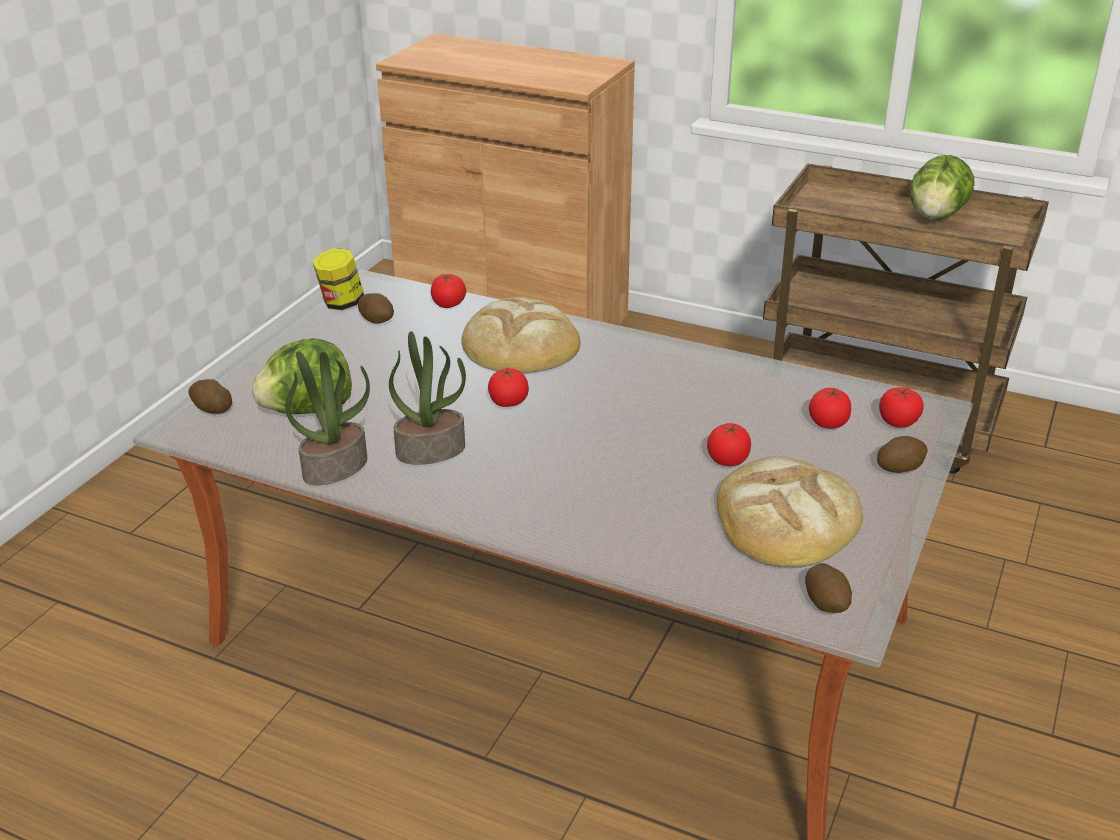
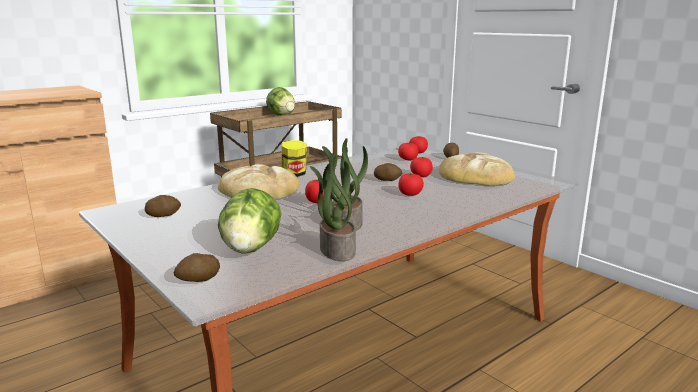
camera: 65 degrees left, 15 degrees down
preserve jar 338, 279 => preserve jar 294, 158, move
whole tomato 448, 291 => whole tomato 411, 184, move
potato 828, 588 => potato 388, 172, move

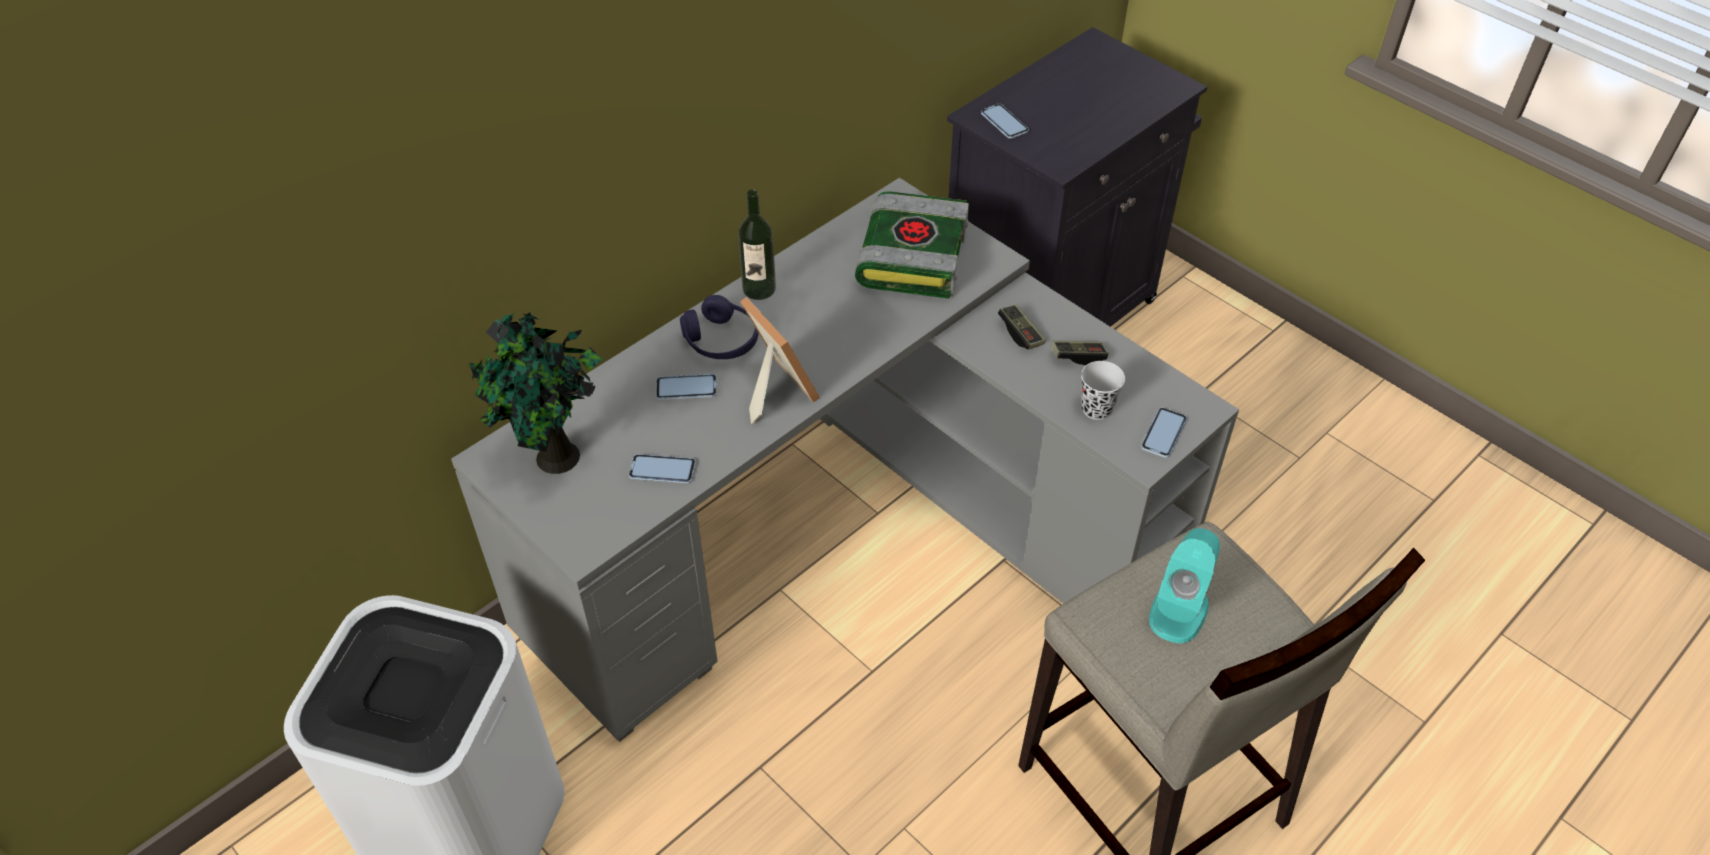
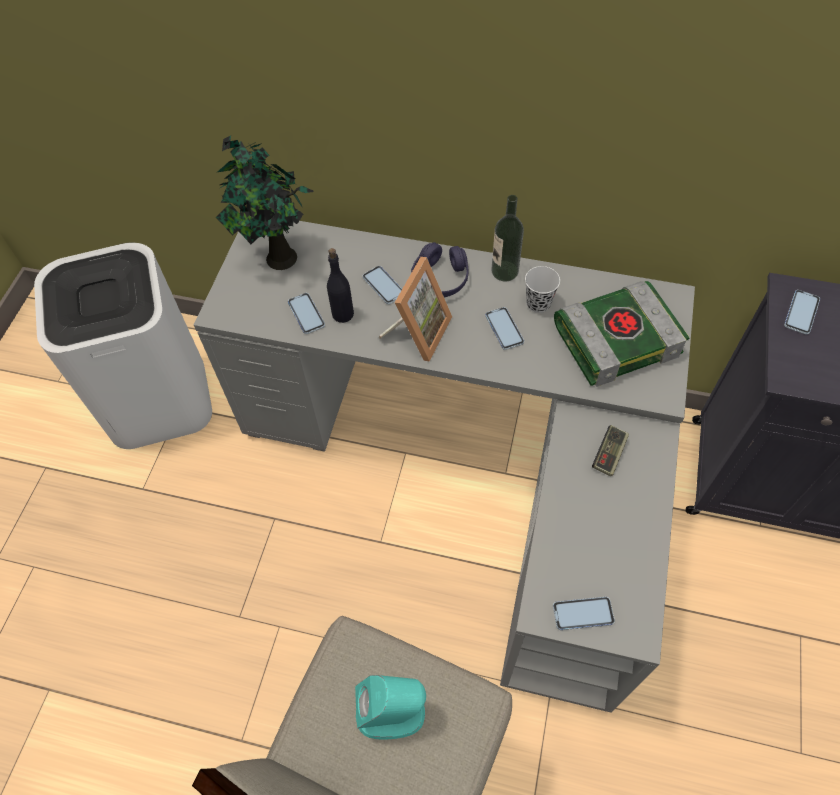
camera: 60 degrees right, 10 degrees up
game controller 1079, 353 => nothing
black-coloured drinking cup 1103, 390 => black-coloured drinking cup 542, 289, move
nothing => black-coloured beverage bottle 340, 285
nothing => phone 504, 328

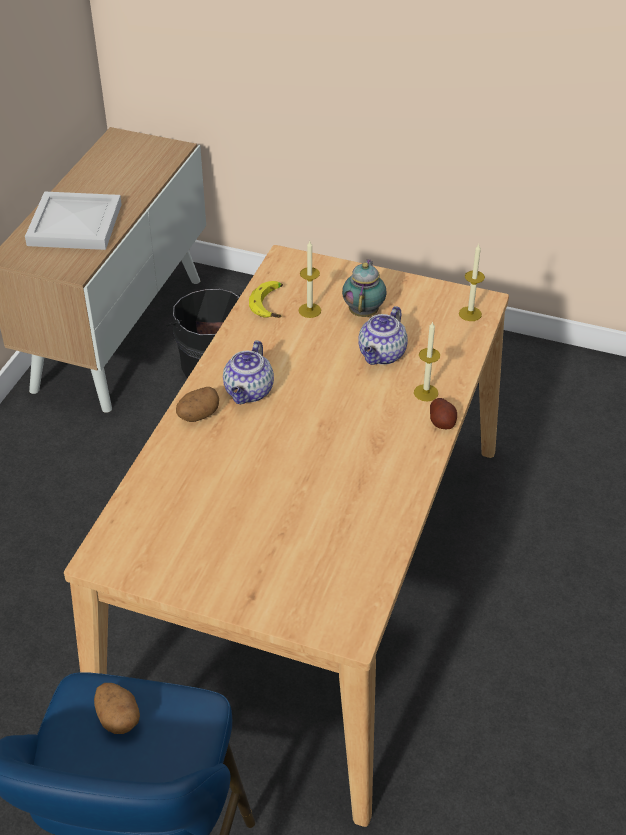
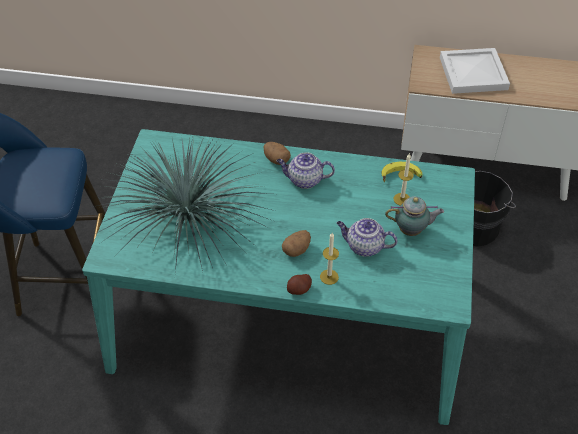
camera: 80 degrees right, 5 degrees up
wax candle 472, 282 => nothing
beige-coloured dinner table 286, 536 => blue-green dinner table 278, 277
potato 117, 708 => potato 296, 243, move
nothing => houseplant 183, 203

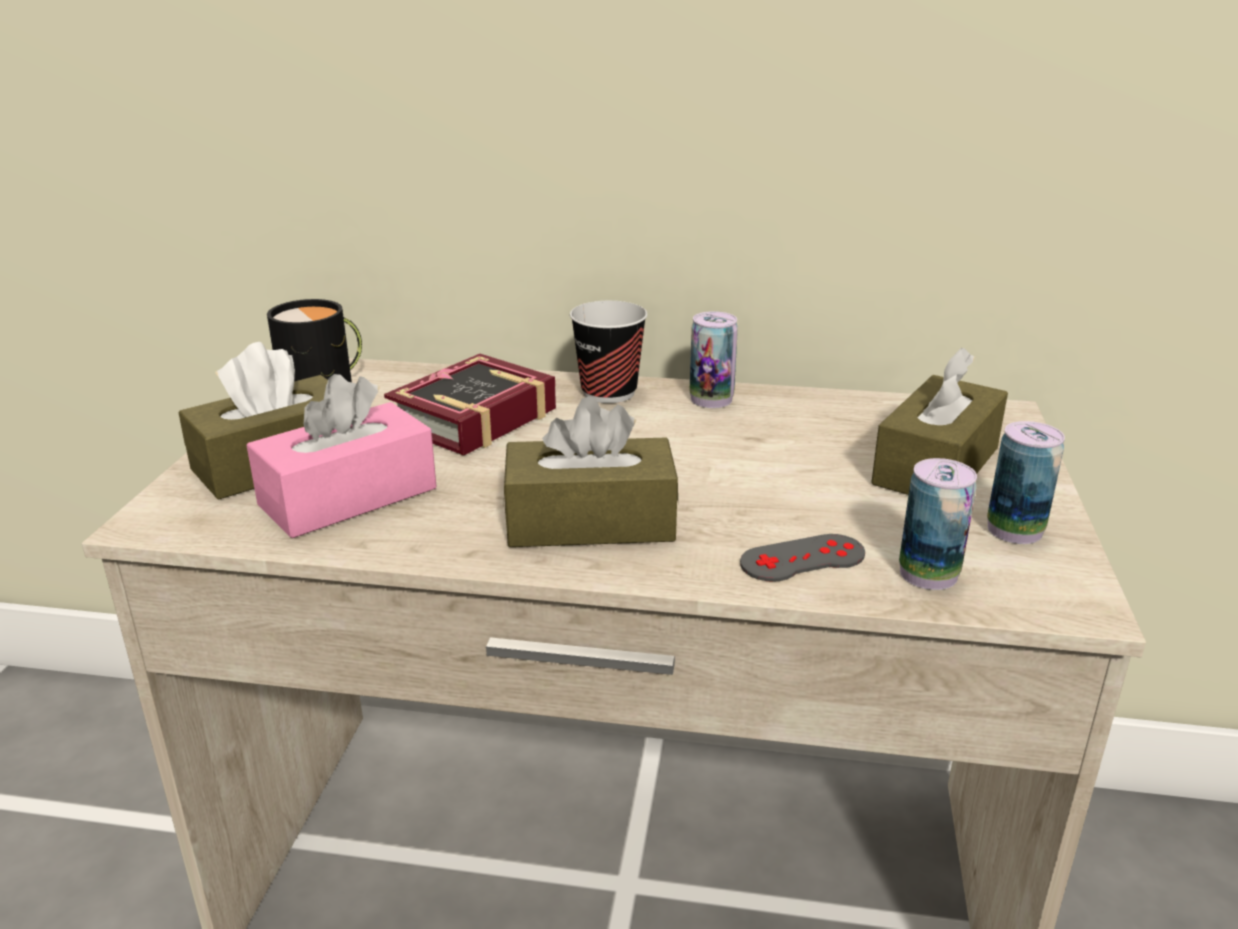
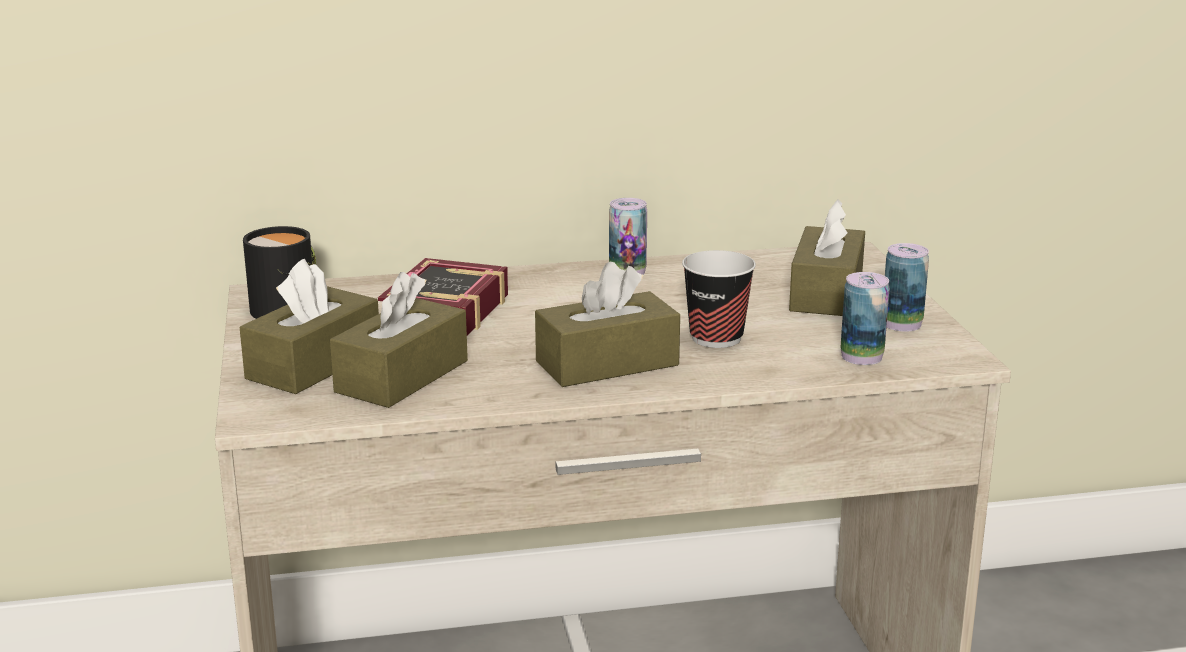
camera: 20 degrees left, 5 degrees down
drinking cup 608, 352 => drinking cup 719, 299, move
pinkish tissue box 342, 456 => brownish tissue box 399, 340
greyish game controller 802, 558 => nothing

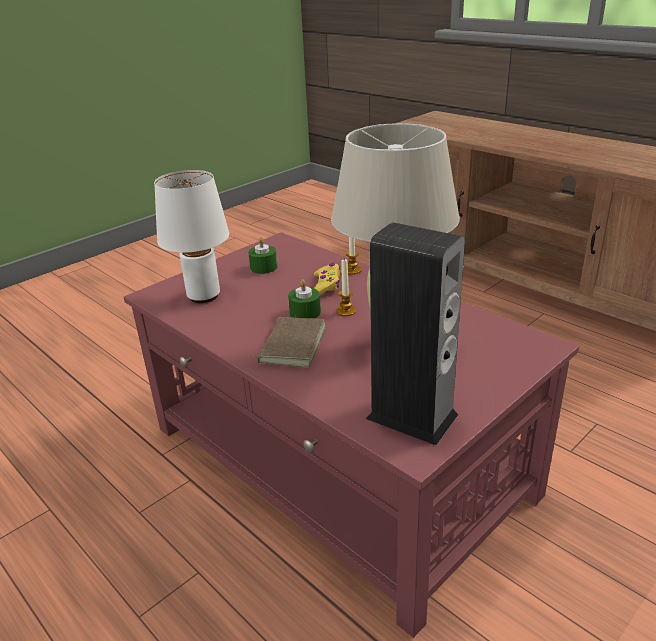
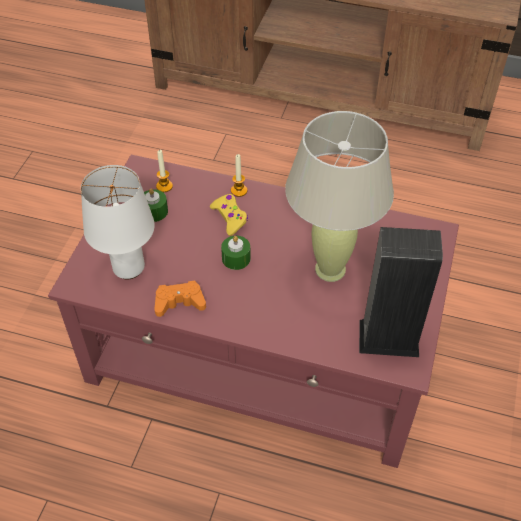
camera: 30 degrees left, 20 degrees up
wax candle 346, 287 => wax candle 164, 171, move
brownish book 283, 342 => nothing
nothing => orangey game controller 180, 299

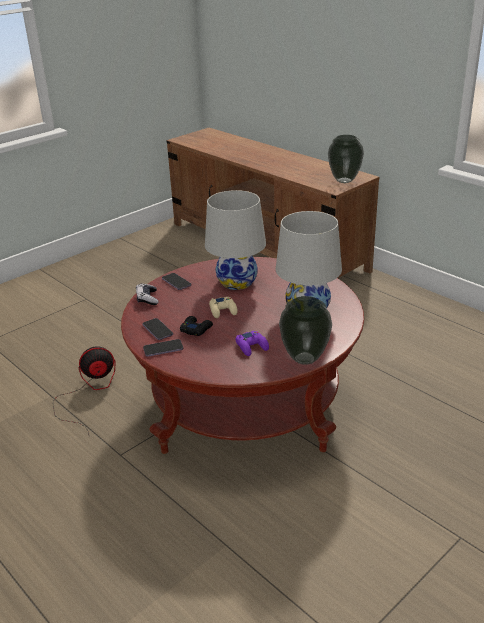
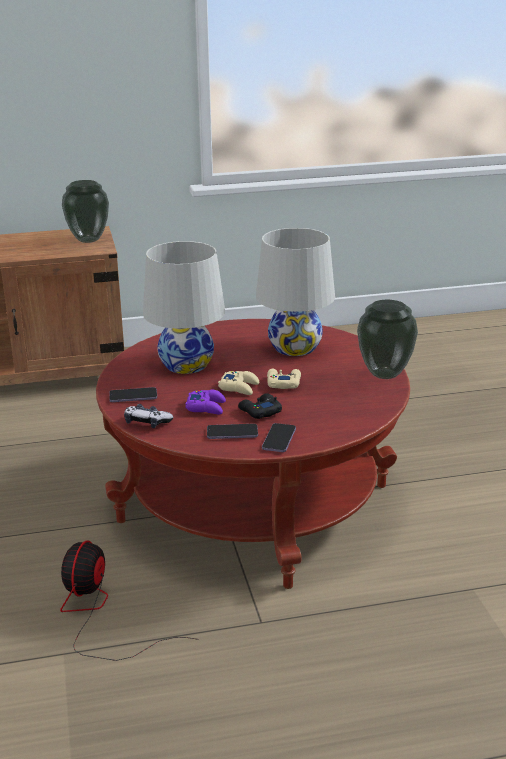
camera: 60 degrees left, 5 degrees down
purplish game controller 252, 343 => purplish game controller 205, 401, move
nothing => beige-coloured game controller 284, 379

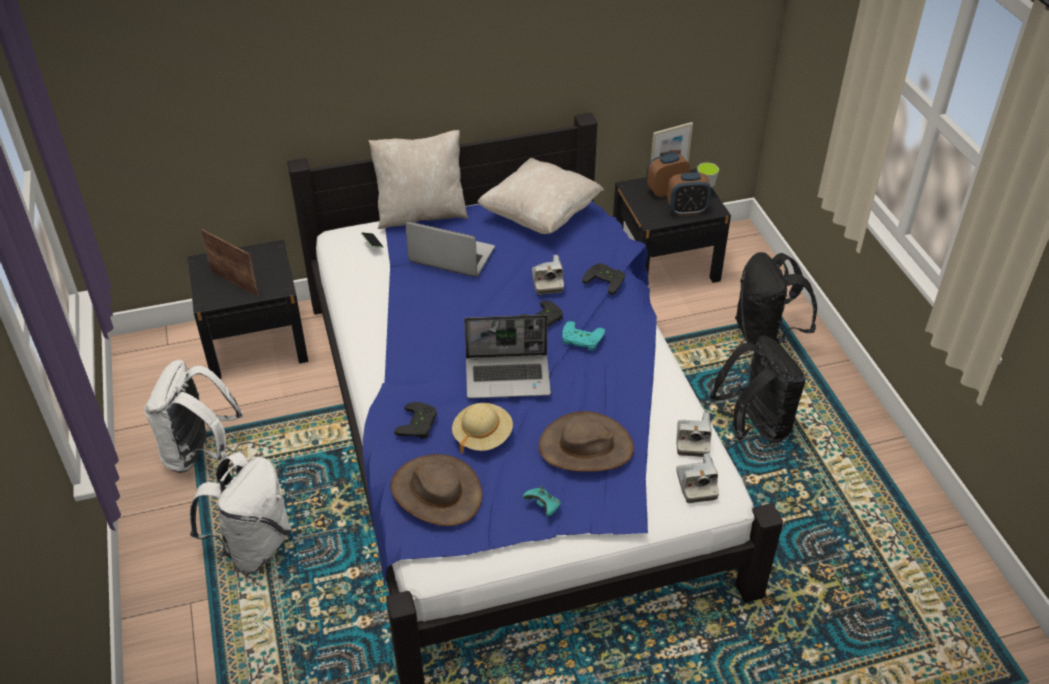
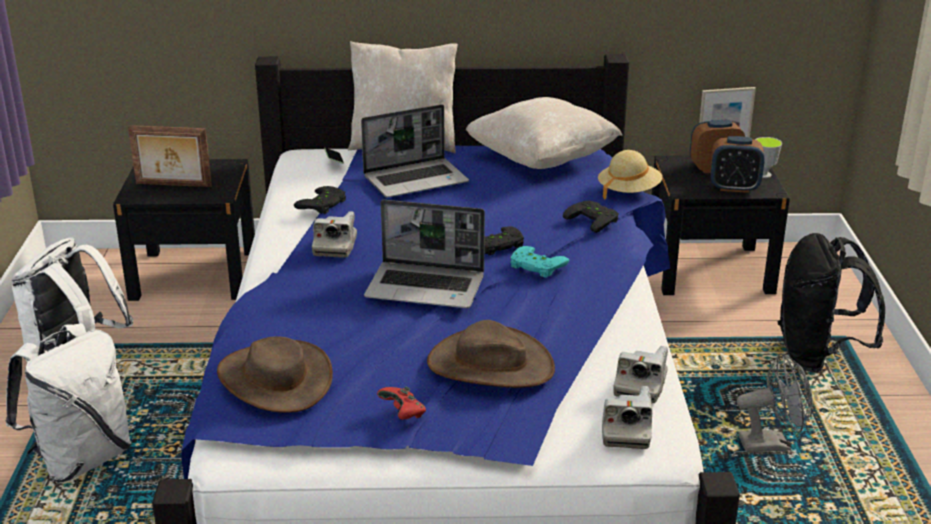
camera: 15 degrees right, 15 degrees down
notebook computer 450, 249 => notebook computer 415, 150, 120 degrees clockwise
photo frame 230, 263 => photo frame 170, 156, 135 degrees clockwise
still camera 548, 275 => still camera 334, 234, move
black-coloured knapsack 758, 389 => greyish cooling fan 775, 402
black-coloured game controller 415, 420 => black-coloured game controller 320, 200, move
beige-coloured hat 482, 428 => beige-coloured hat 630, 174, move
blue-green game controller 542, 501 => red-coloured game controller 401, 403

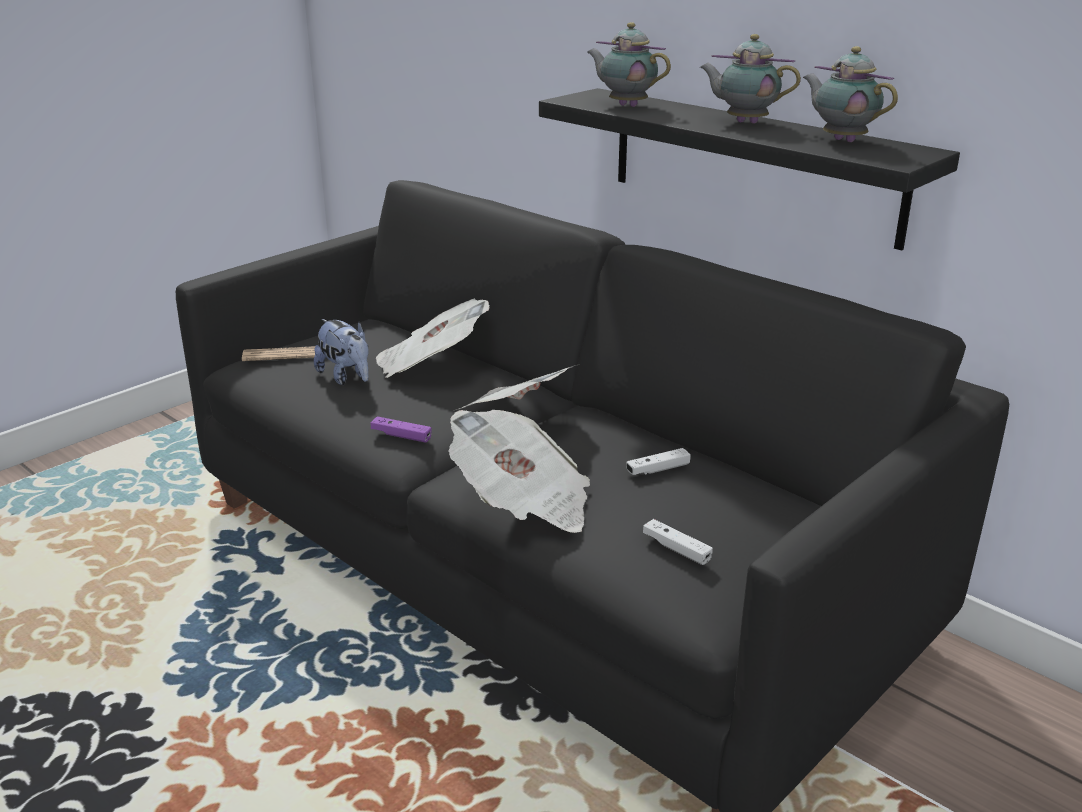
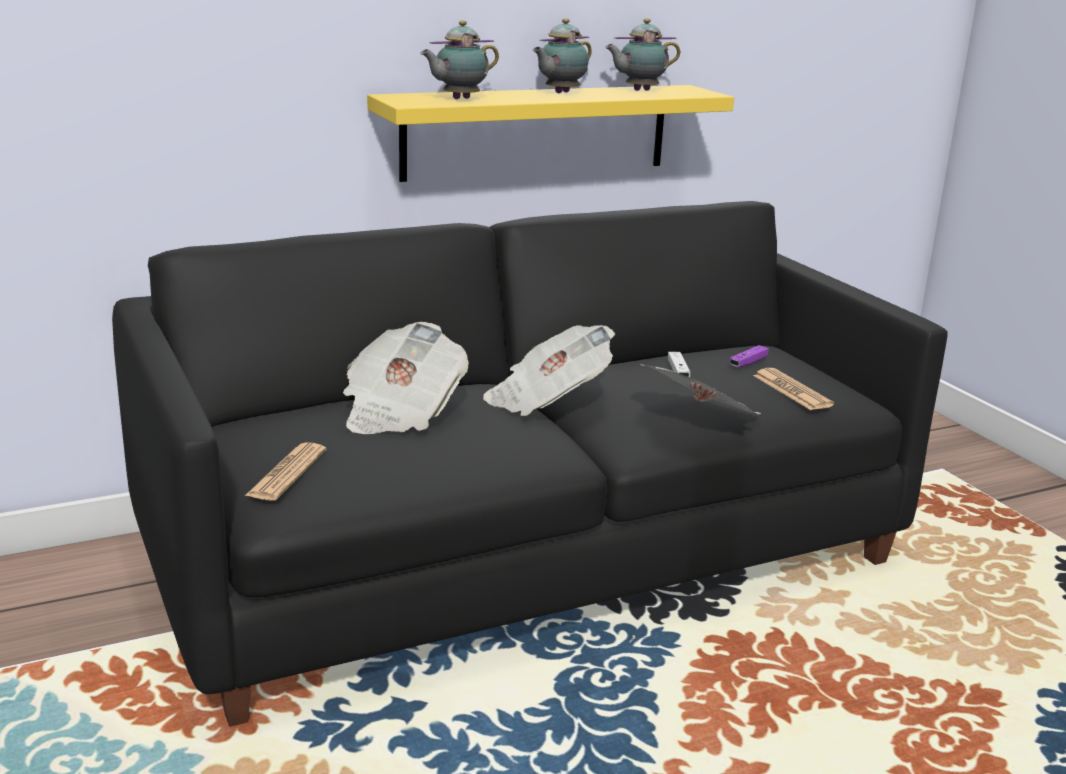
camera: 70 degrees left, 5 degrees down
black-coloured bracket shelf 749, 169 => yellowish bracket shelf 550, 133
soft toy 341, 352 => nothing
purplish game controller 401, 429 => purplish game controller 749, 356, move
whitish game controller 678, 542 => printed paper 793, 389

